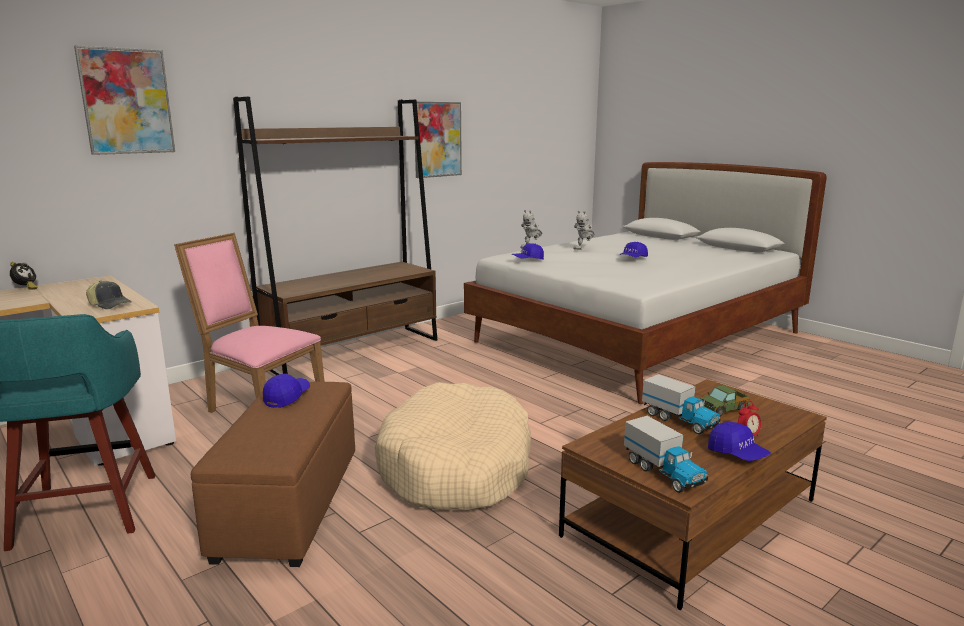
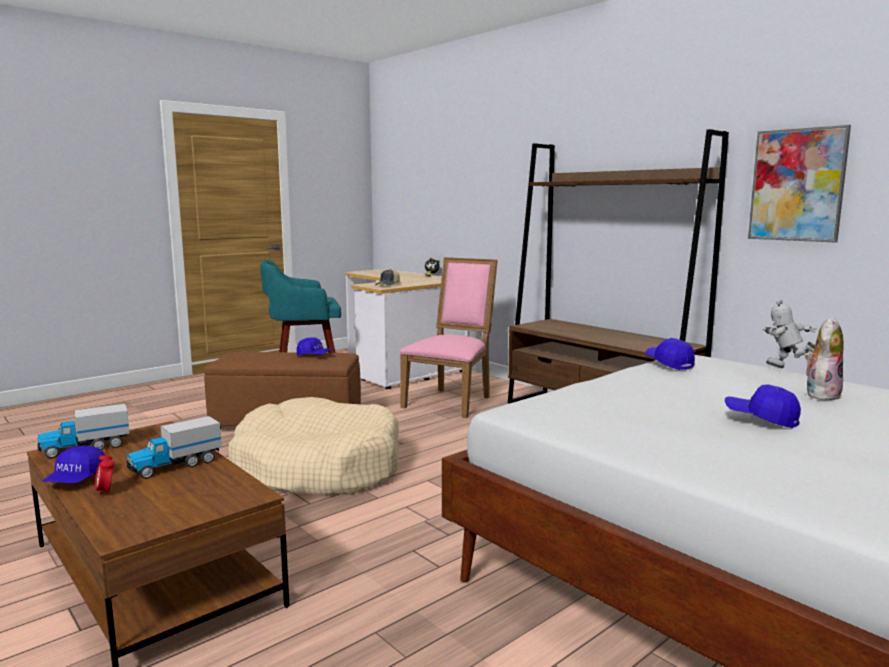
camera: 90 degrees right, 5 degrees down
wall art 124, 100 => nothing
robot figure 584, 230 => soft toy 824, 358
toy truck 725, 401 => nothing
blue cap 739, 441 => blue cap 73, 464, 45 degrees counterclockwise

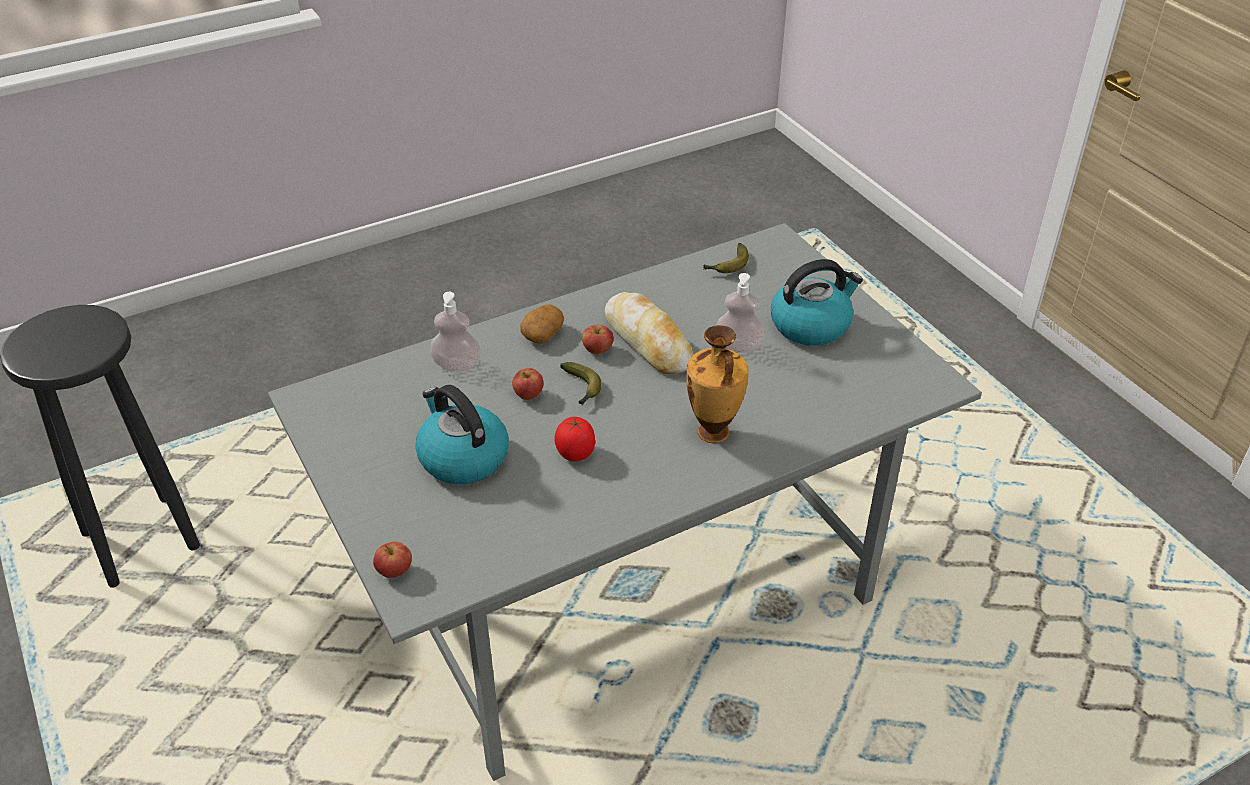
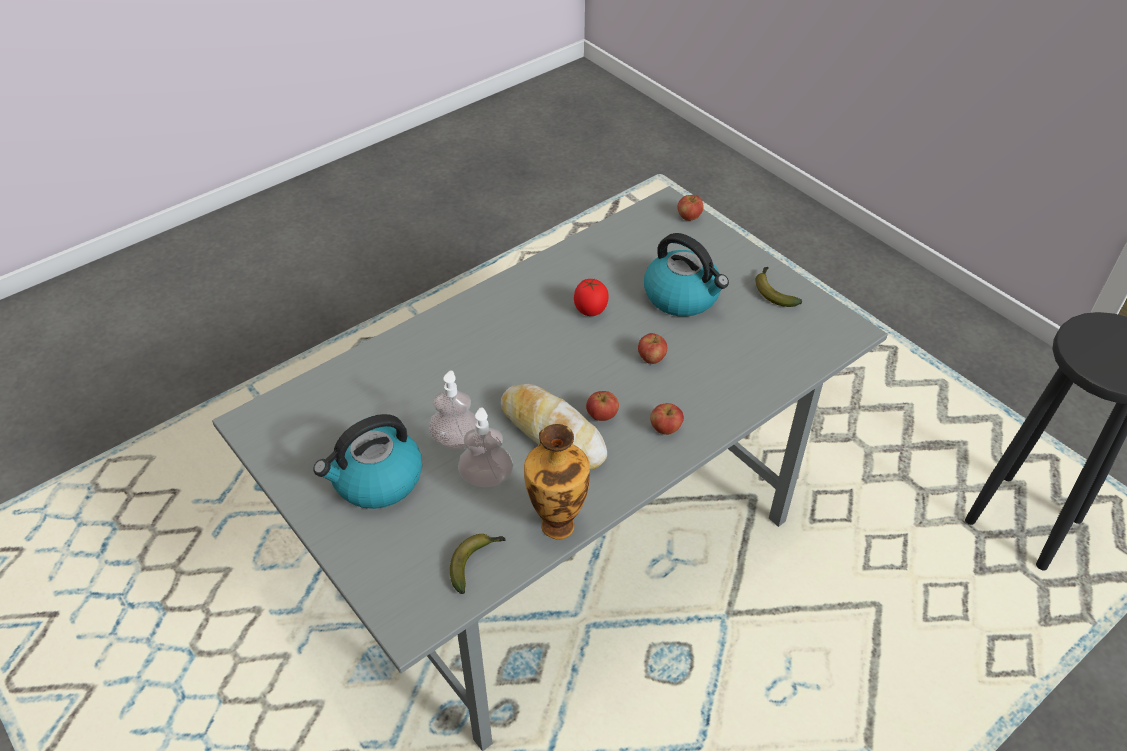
camera: 170 degrees right, 5 degrees up
liquid soap bottle 455, 332 => liquid soap bottle 485, 447, move
potato 542, 324 => apple fruit 667, 419
decorative vase 717, 384 => decorative vase 557, 482, move
banana 581, 383 => banana 778, 287, move

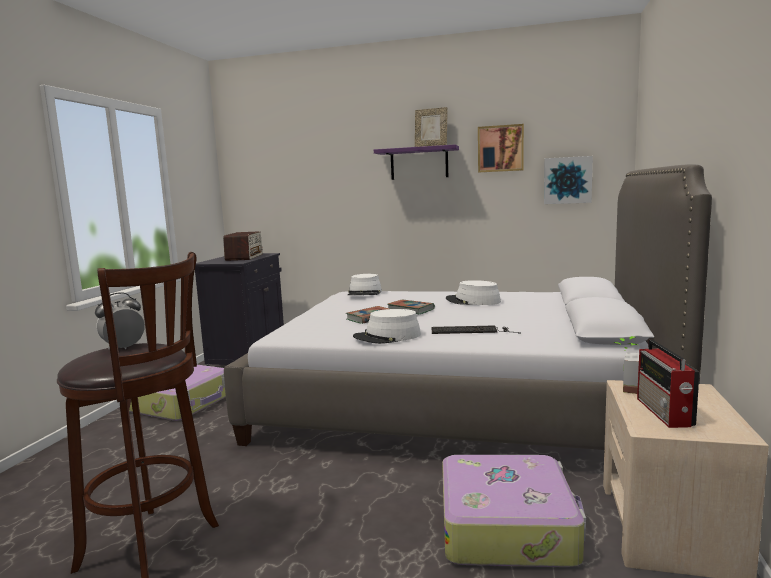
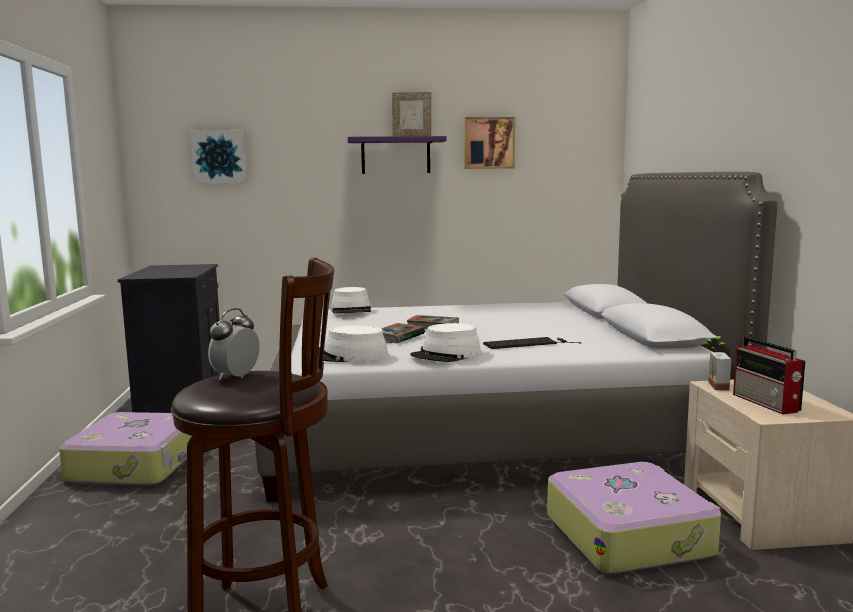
camera: 20 degrees left, 0 degrees up
wall art 568, 180 => wall art 219, 157, move
radio 243, 246 => nothing
whitish hat 473, 292 => whitish hat 353, 343, move

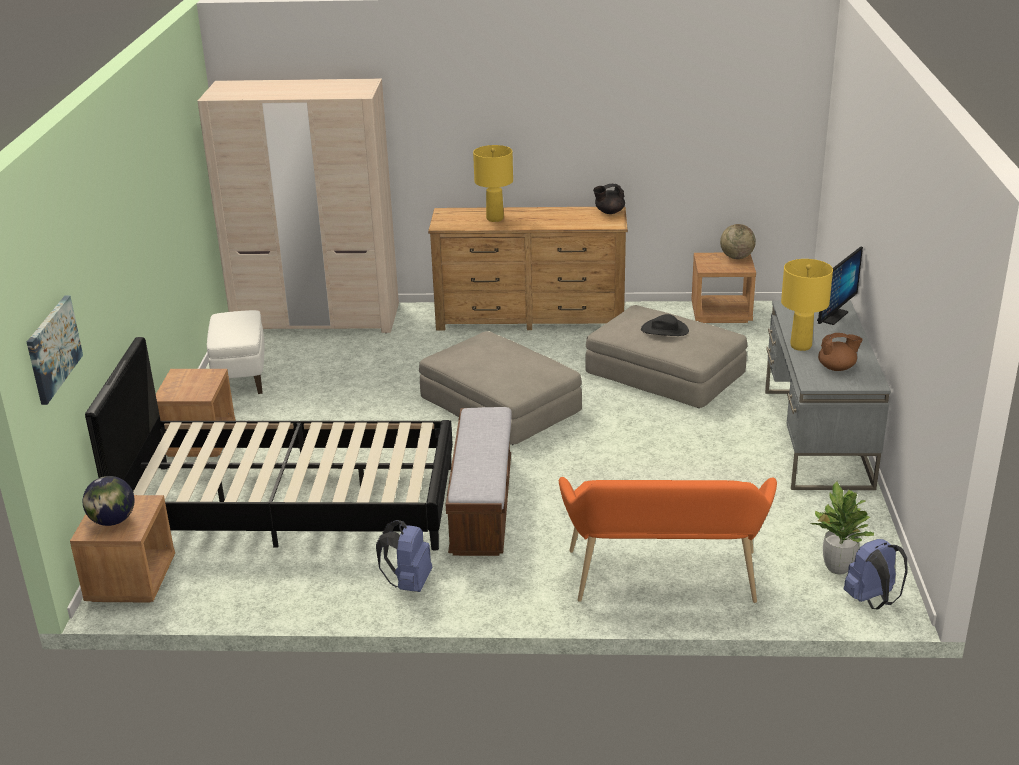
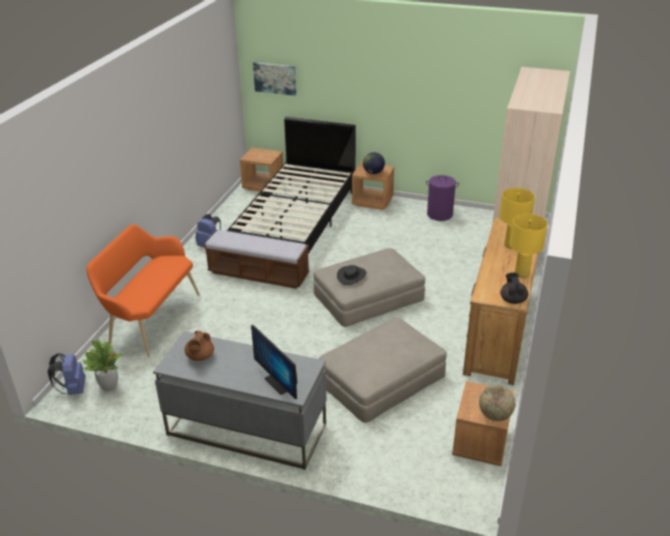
camera: 105 degrees right, 5 degrees up
yellowish tabletop lamp 807, 305 => yellowish tabletop lamp 529, 246, move
whitish footrest 235, 352 => purplish washing basket 442, 198
black-coloured hat 665, 325 => black-coloured hat 351, 275, move
globe 109, 501 => globe 374, 163, move

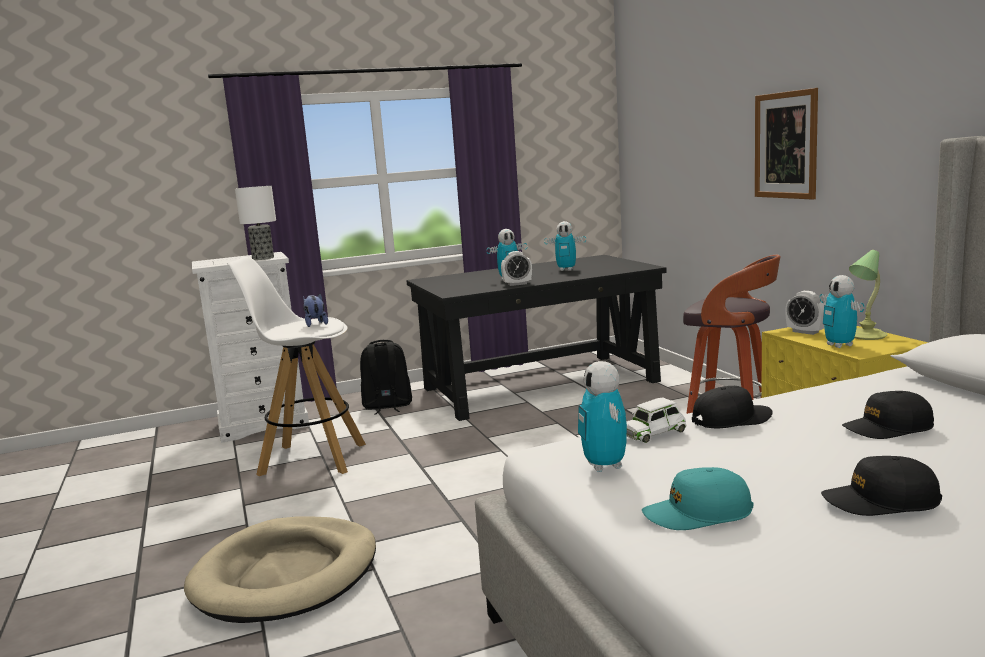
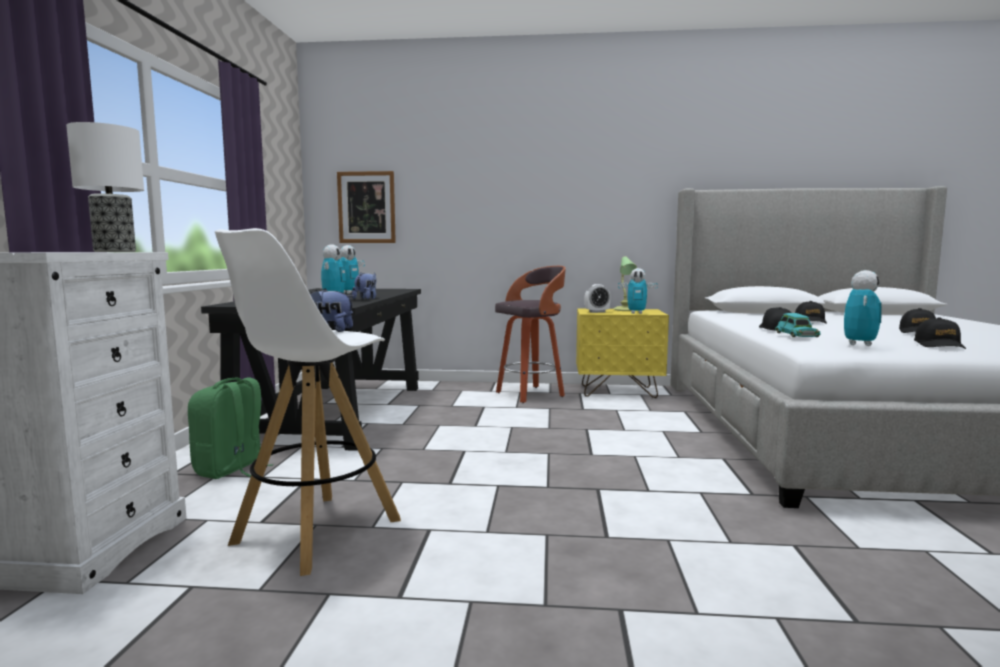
camera: 65 degrees left, 5 degrees down
wall art 786, 144 => wall art 366, 207, move
alarm clock 516, 268 => soft toy 364, 285
black-coloured knapsack 386, 377 => green-coloured knapsack 230, 428
robot figure 602, 416 => robot figure 863, 308, 75 degrees counterclockwise
whitish miniature car 656, 420 => blue-green miniature car 798, 325
blue-green cap 697, 498 => black-coloured cap 940, 333
beige-coloured dog bed 280, 569 => nothing

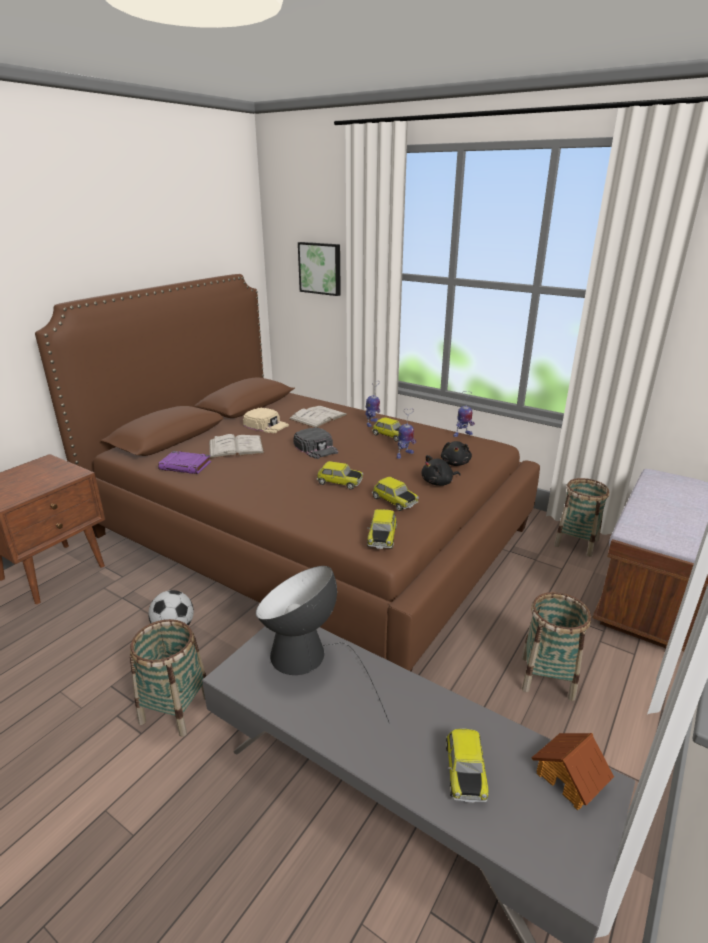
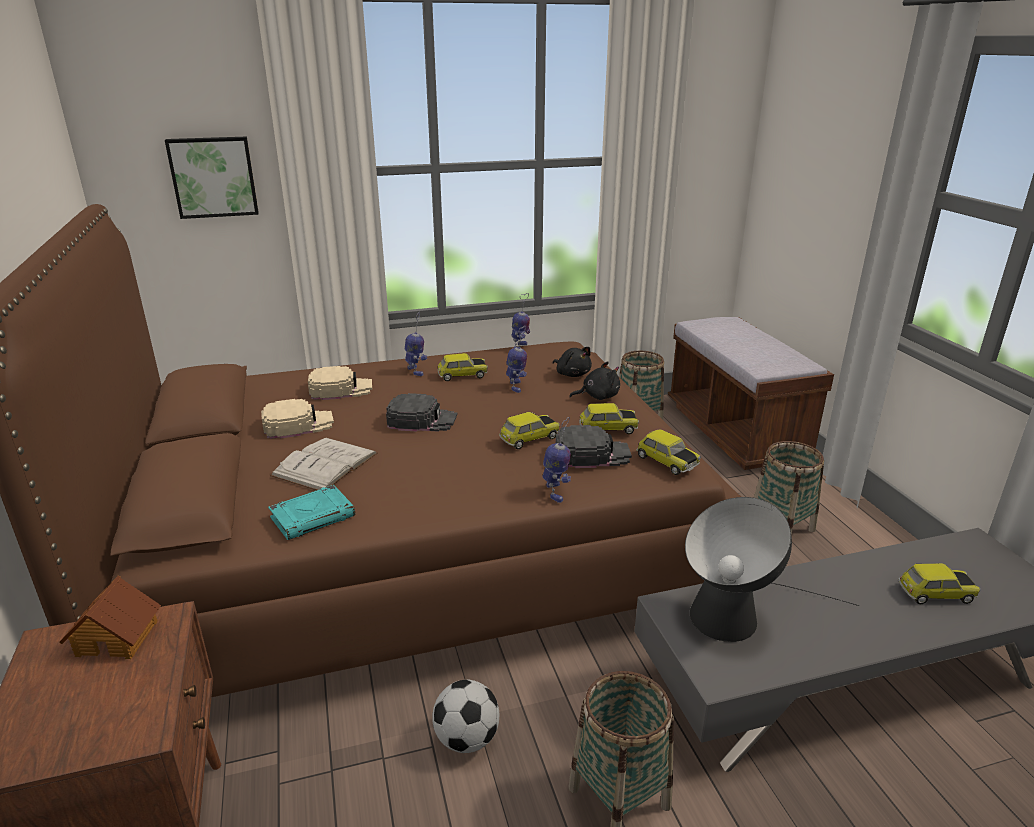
camera: 50 degrees left, 0 degrees up
whitish book 318, 417 => beige-coloured cap 340, 383
purplish book 184, 462 => blue-green book 311, 512
black-coloured soft toy 441, 470 => black-coloured soft toy 594, 381, 120 degrees counterclockwise
miniature car 467, 765 => miniature car 939, 583, 45 degrees counterclockwise
toy house 573, 771 => toy house 110, 617, move
nothing => robot figure 556, 460
nothing => black-coloured cap 594, 446

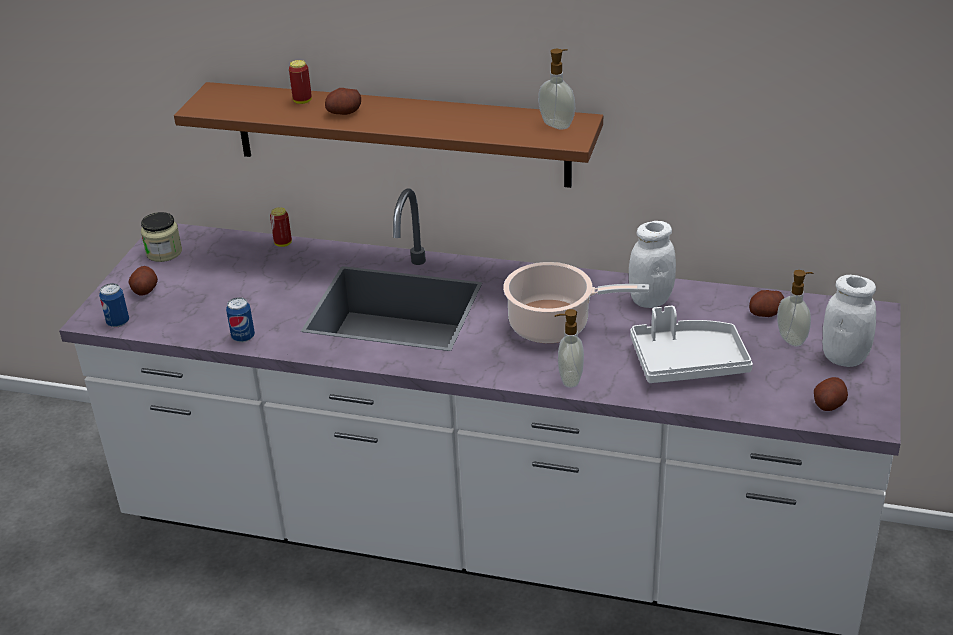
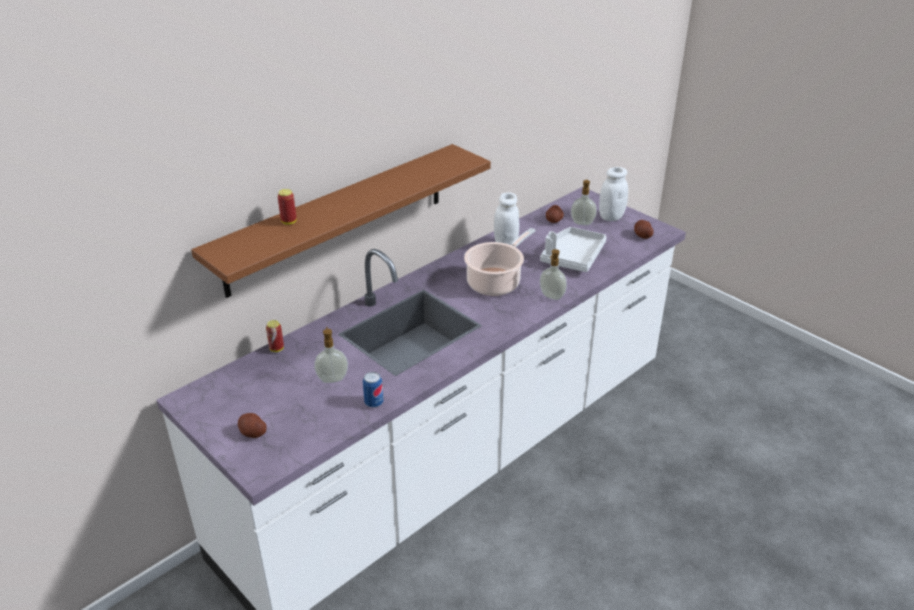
camera: 60 degrees left, 0 degrees up
liquid soap bottle 556, 89 => liquid soap bottle 331, 355, move
potato 343, 101 => nothing
preserve jar 161, 237 => nothing
can 114, 305 => nothing

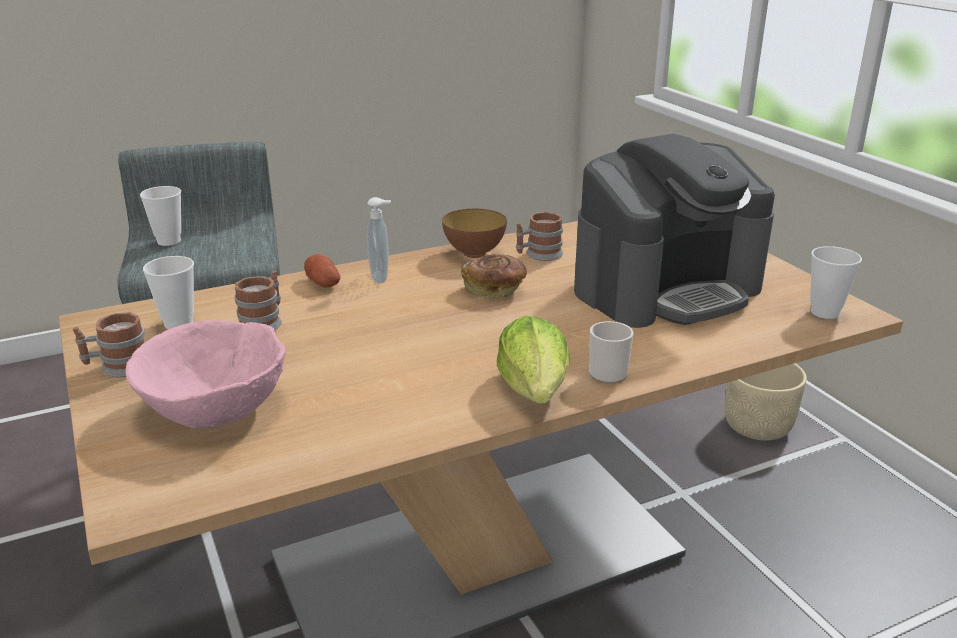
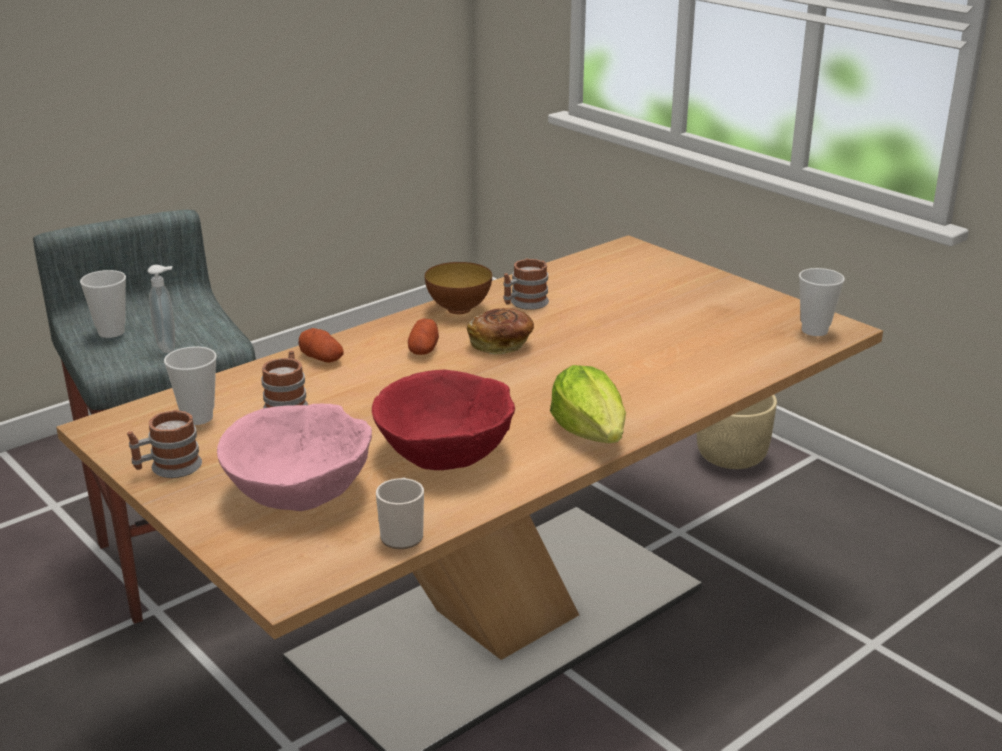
camera: 15 degrees left, 0 degrees up
coffee machine 674, 231 => nothing
liquid soap bottle 379, 240 => liquid soap bottle 161, 309, move
tea mug 611, 352 => tea mug 400, 513, move
nothing => potato 423, 337
nothing => red-coloured deep dish 443, 420

